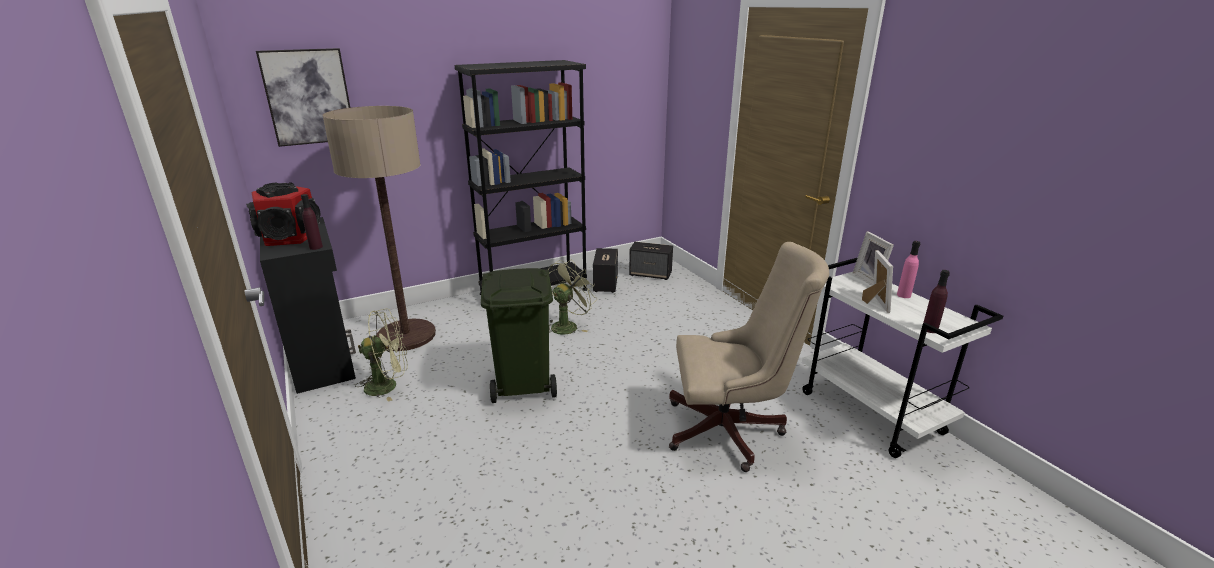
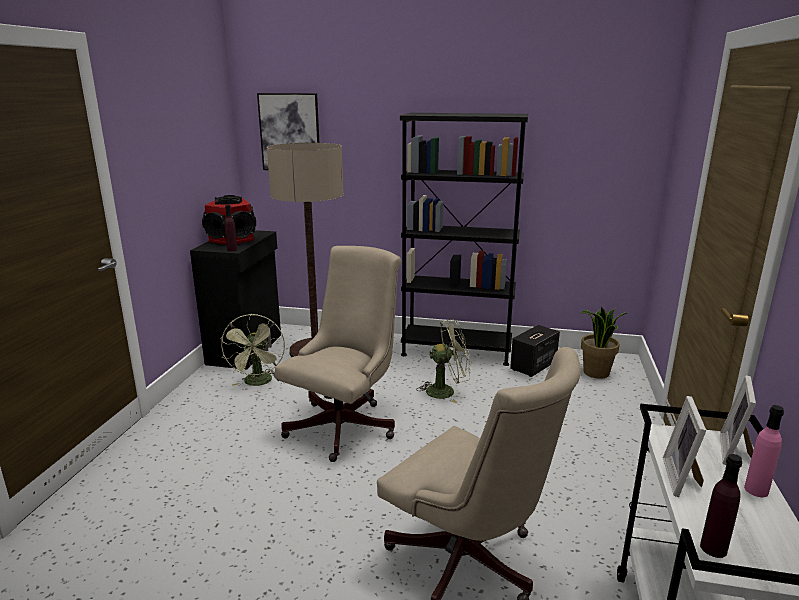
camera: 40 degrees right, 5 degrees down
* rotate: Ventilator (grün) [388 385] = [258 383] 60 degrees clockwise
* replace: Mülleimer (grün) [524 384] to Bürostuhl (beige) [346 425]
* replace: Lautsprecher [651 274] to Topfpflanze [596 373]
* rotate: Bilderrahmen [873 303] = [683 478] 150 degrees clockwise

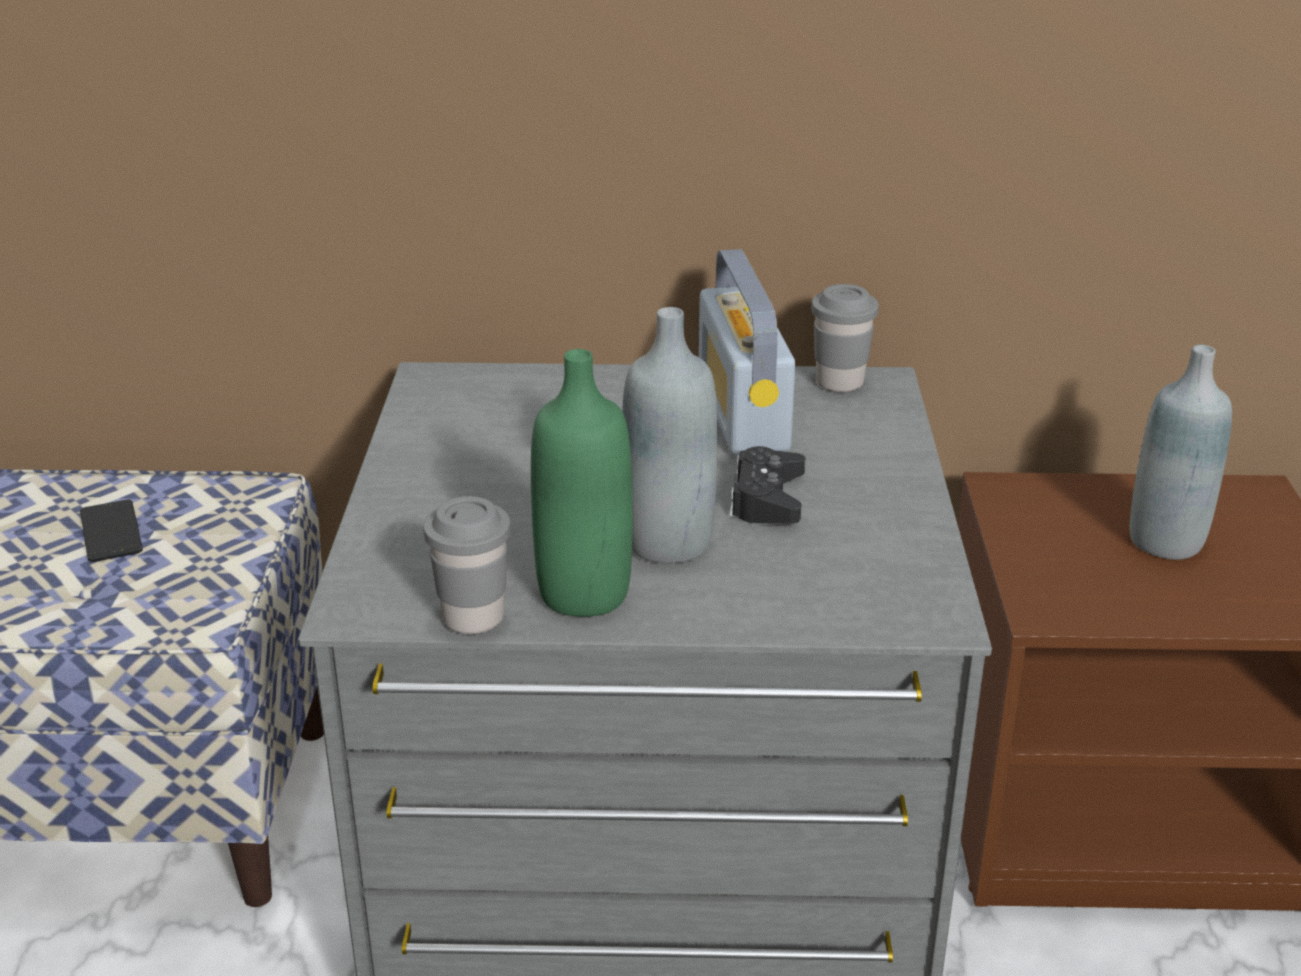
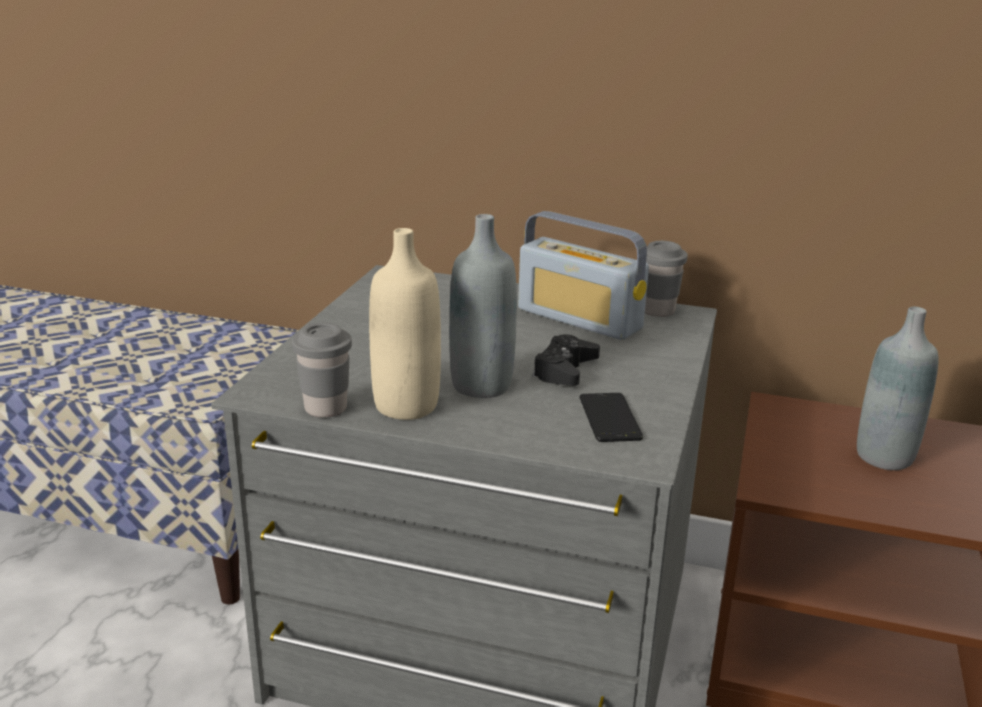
camera: 15 degrees right, 5 degrees down
* move: Handy [111 532] to [609 418]
* recolor: Flasche (grün) [584 593] to Flasche (beige) [406 406]
* rotate: Radio [742 412] = [579 319] 60 degrees counterclockwise

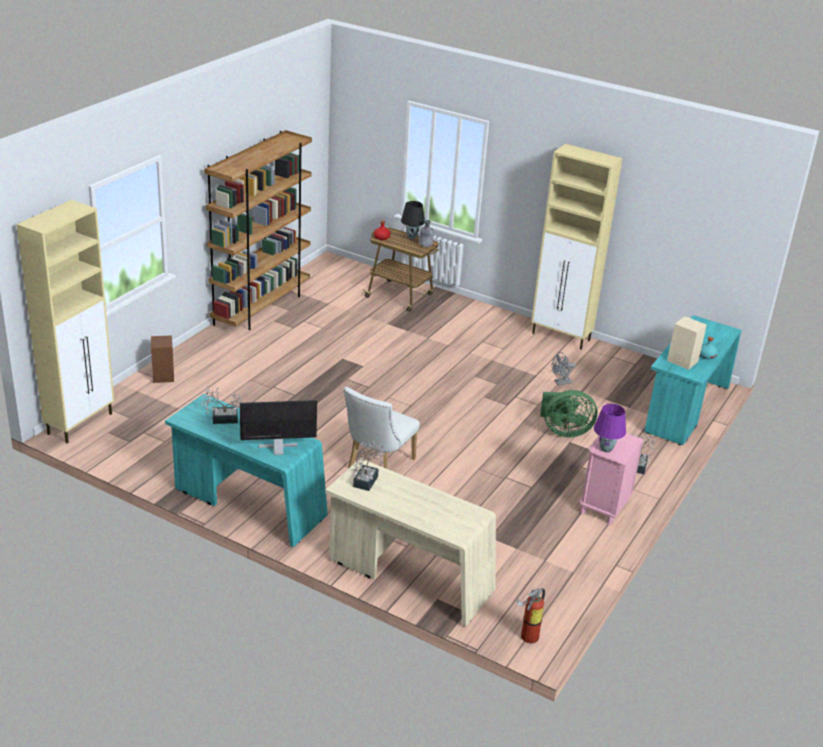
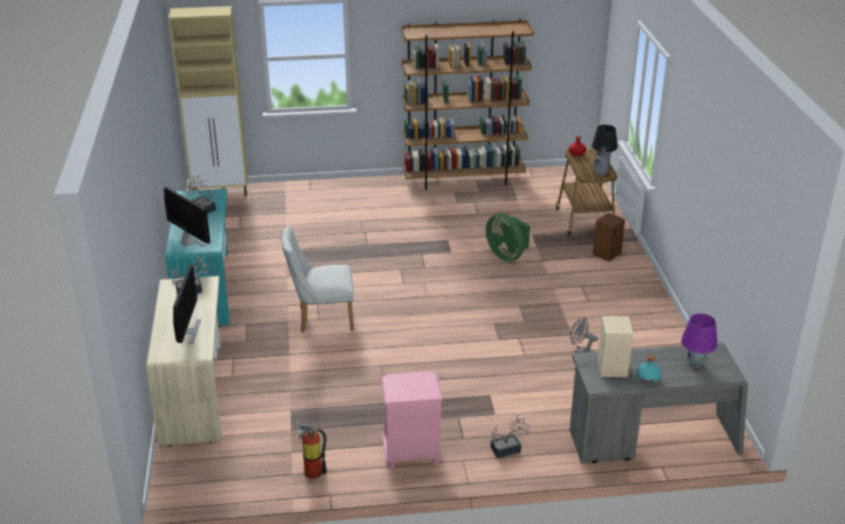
camera: 55 degrees right, 0 degrees up
* move: Lautsprecher (braun) [163 375] to [607 253]
* move: Feuerlöscher [527 637] to [311 471]
* delete: Schrank (beige) [561 337]
* move: Ventilator (grün) [564 431] to [507 255]
* move: Tischlampe (lila) [606 449] to [695 363]
* recolor: Schreibtisch (türkis) [684 409] to Schreibtisch (grau) [652 441]
* insert: Monitor [188 331]

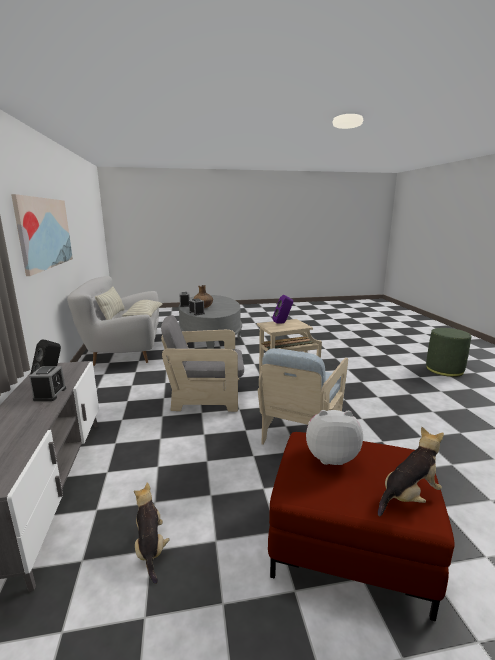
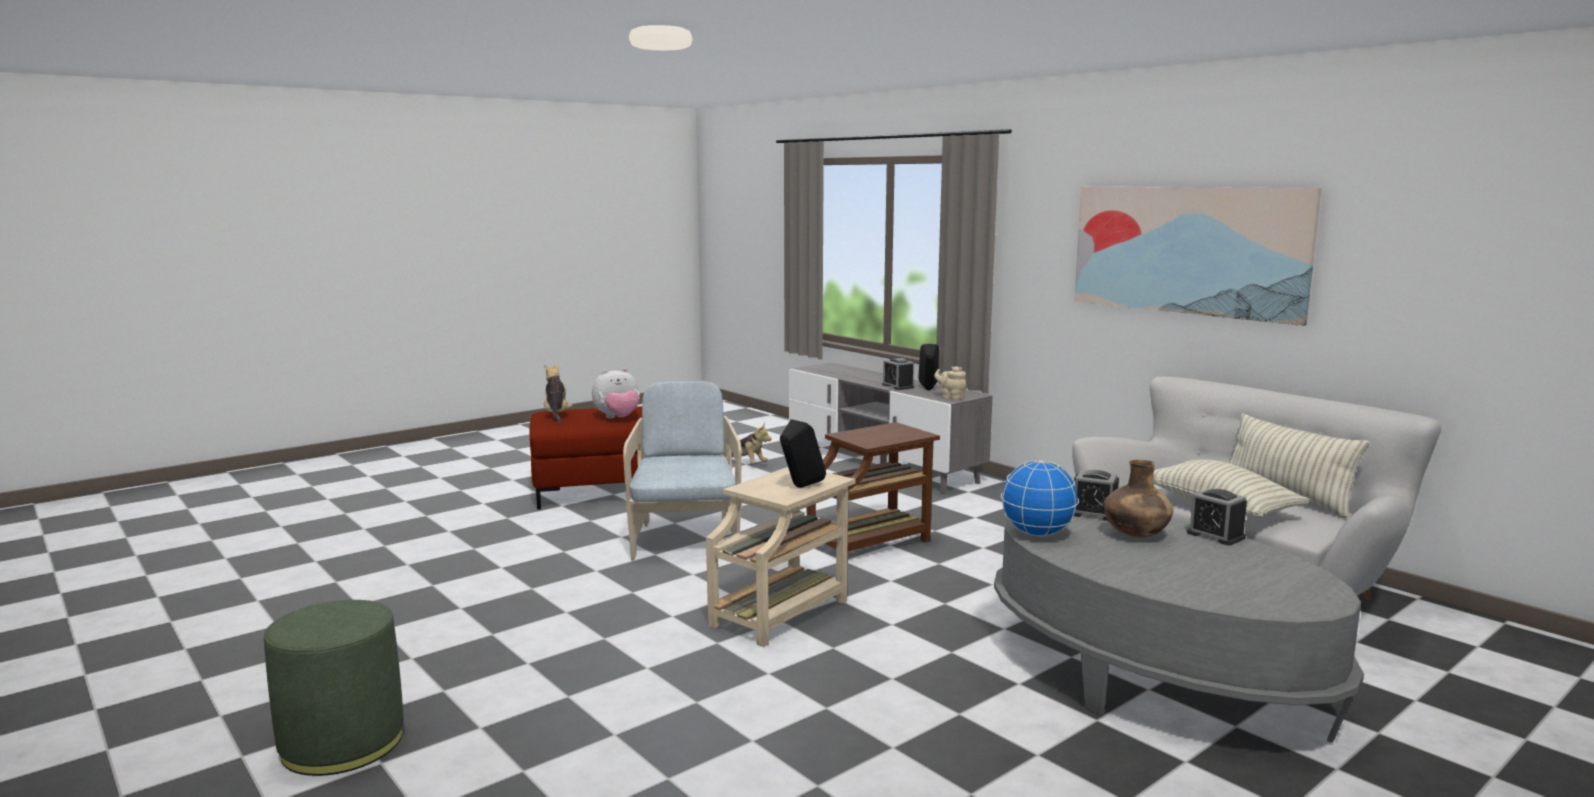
camera: 150 degrees right, 5 degrees down
* replace: Sessel (grau) [206 398] to Beistelltisch (braun) [871 543]
* recolor: Lautsprecher (lila) [282 323] to Lautsprecher (schwarz) [800 487]
* rotate: Plüschtier [408 496] = [556 415] 135 degrees clockwise
* insert: Teekanne (beige) [951 397]
* insert: Globus [1037 534]

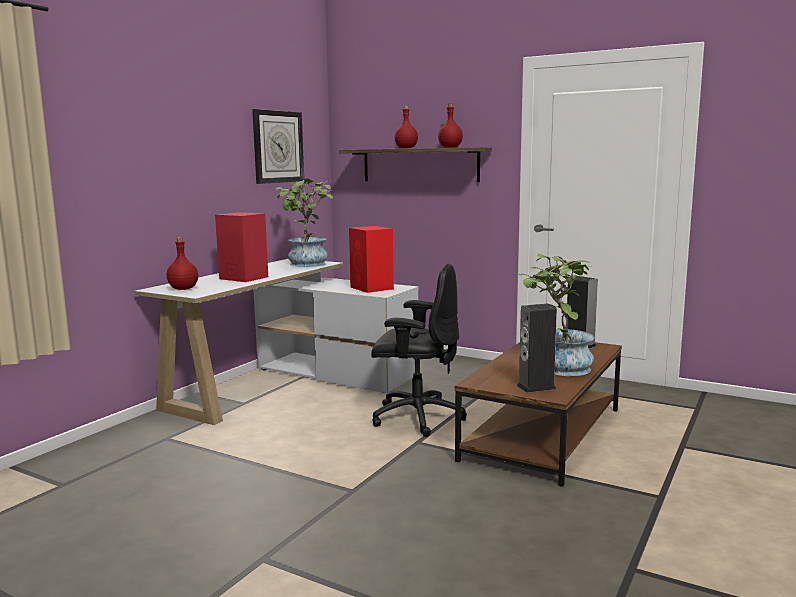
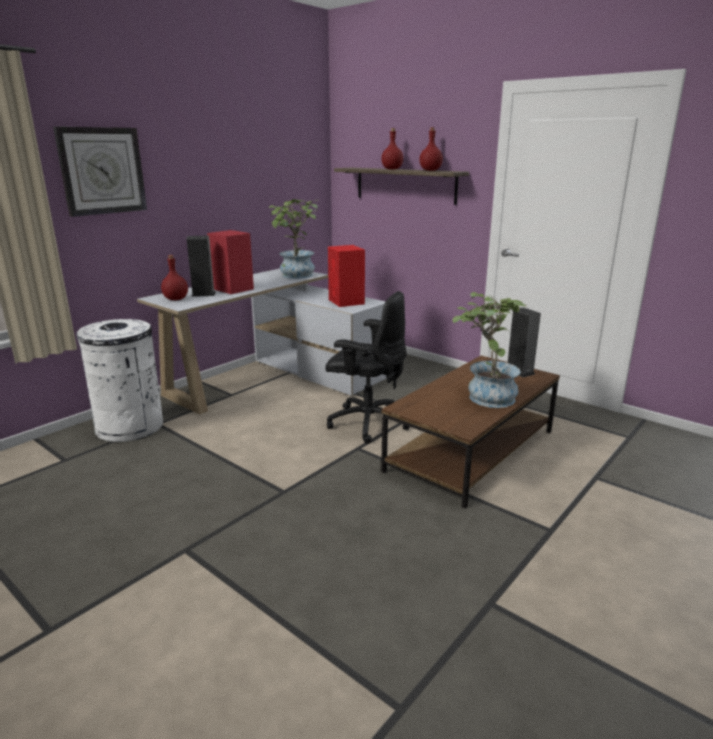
camera: 10 degrees right, 10 degrees up
* move: Wanduhr [278 147] to [102 171]
* move: Lautsprecher [536 387] to [203 294]
* insert: Mülleimer (weiß) [130 427]

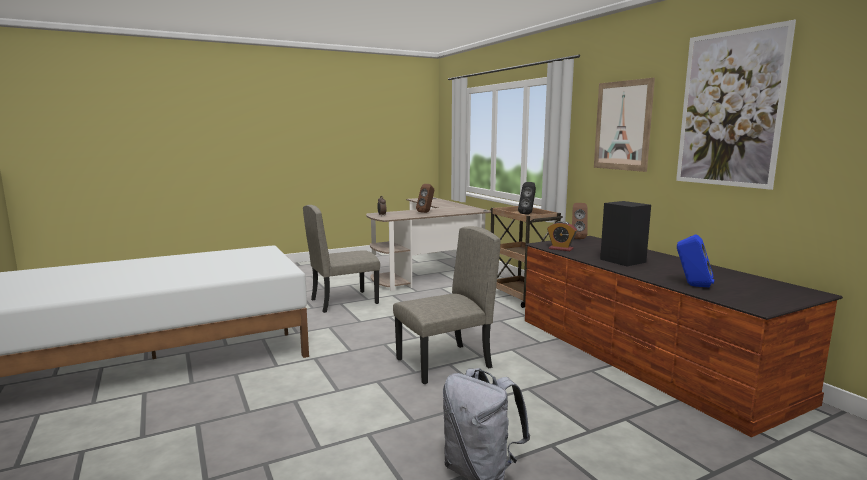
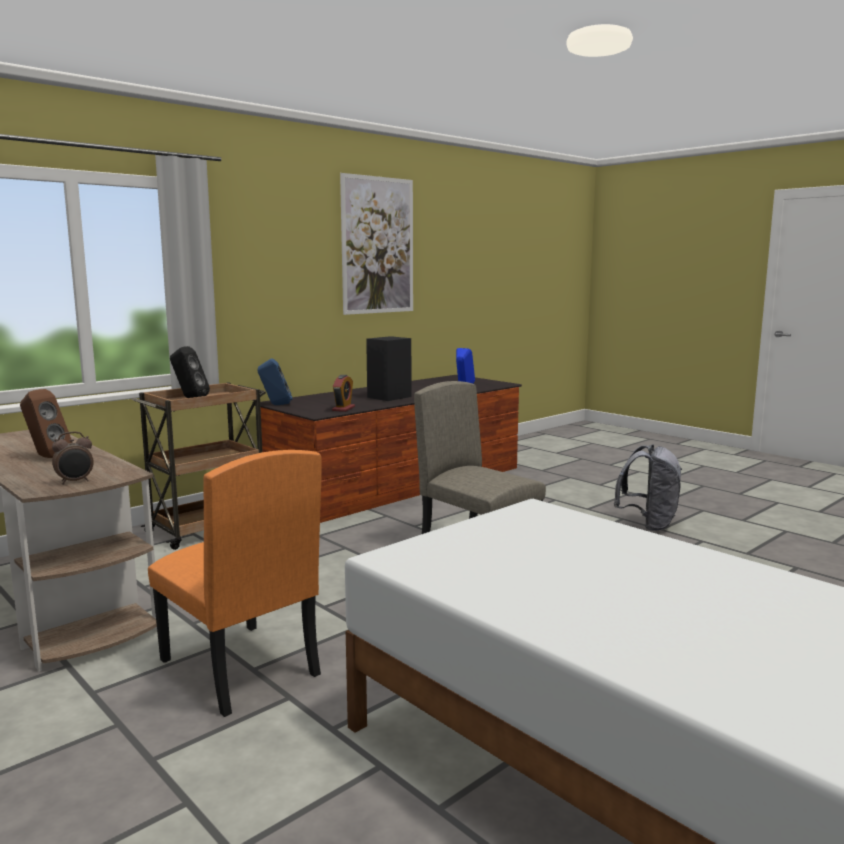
camera: 105 degrees left, 0 degrees up
* recolor: Stuhl (beige) [344 301] to Stuhl (orange) [238 668]
* recolor: Lautsprecher (braun) [578 238] to Lautsprecher (blau) [275 405]
* delete: Bild [622 125]

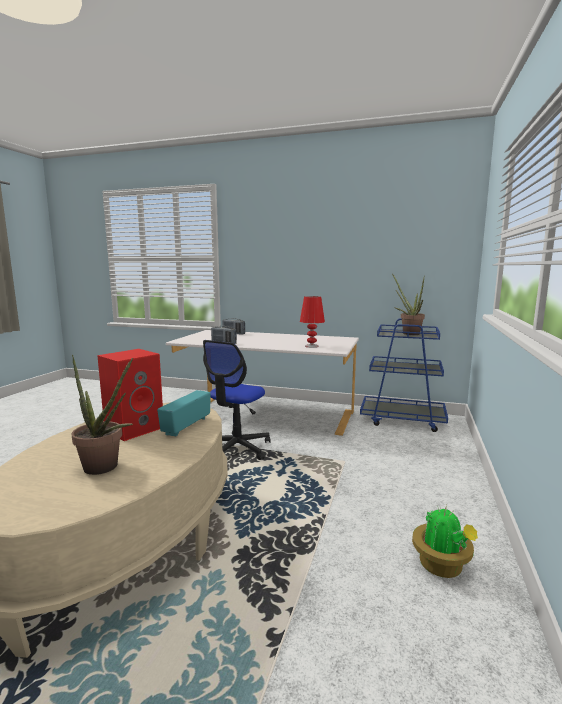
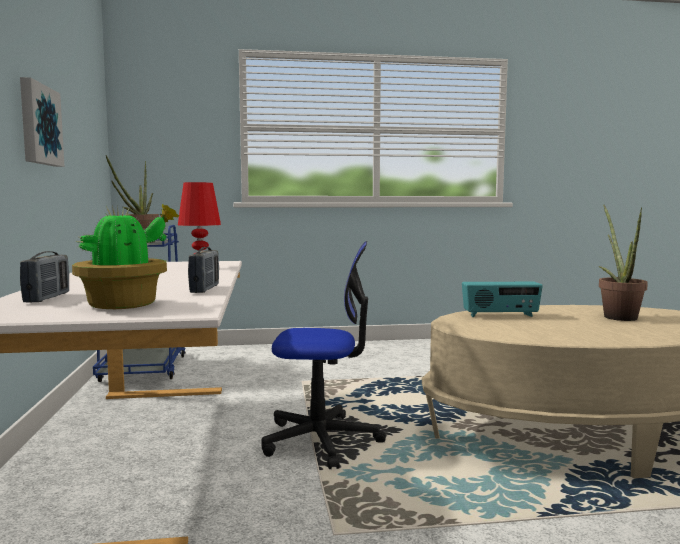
camera: 115 degrees left, 5 degrees down
* delete: Lautsprecher (rot) [135 428]
* move: Topfpflanze [441 566] to [126 305]
* insert: Bild [38 125]

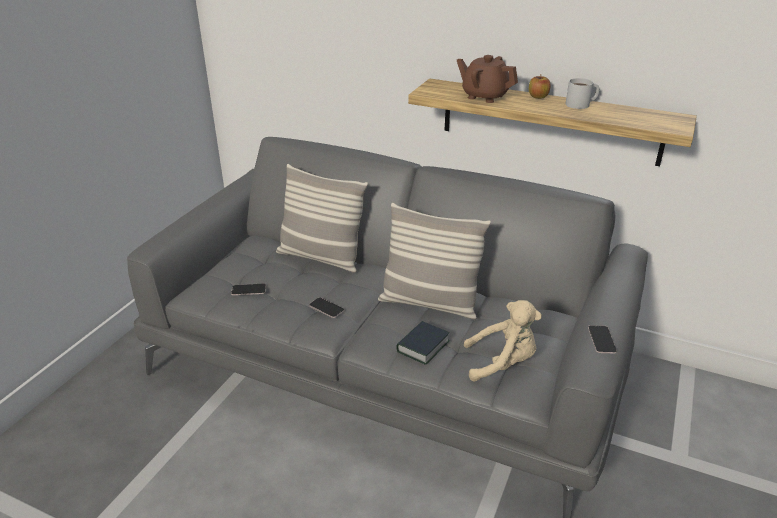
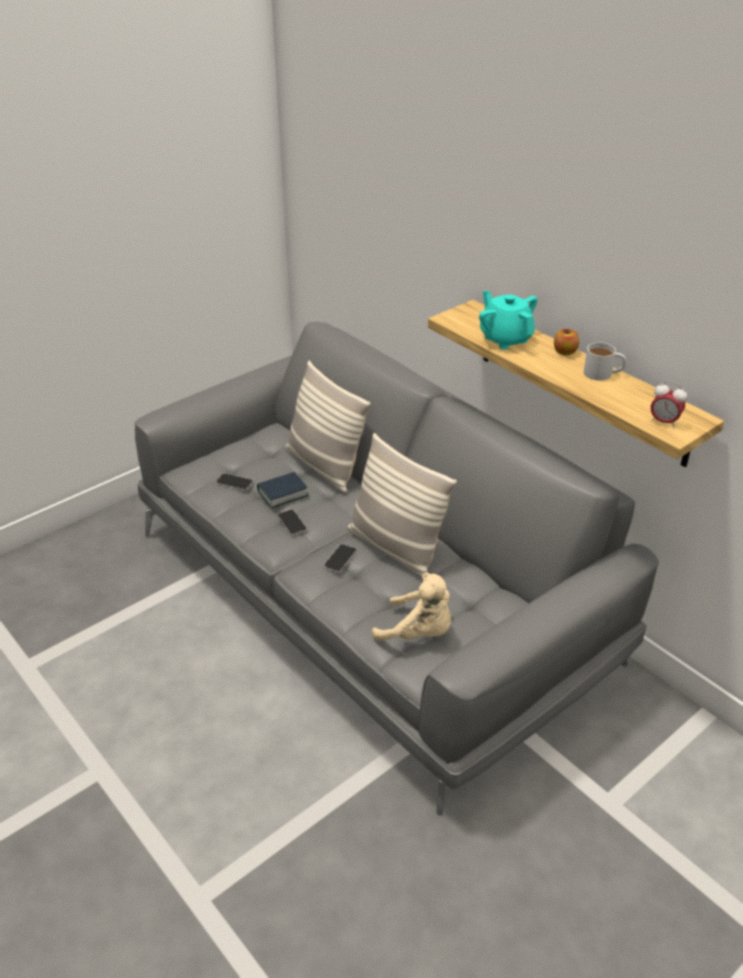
camera: 25 degrees right, 5 degrees up
* move: Buch [422 346] to [282 494]
* recolor: Teekanne (braun) [484 96] to Teekanne (türkis) [505 339]
* move: Handy [601 339] to [340 558]
* insert: Wecker [663 422]

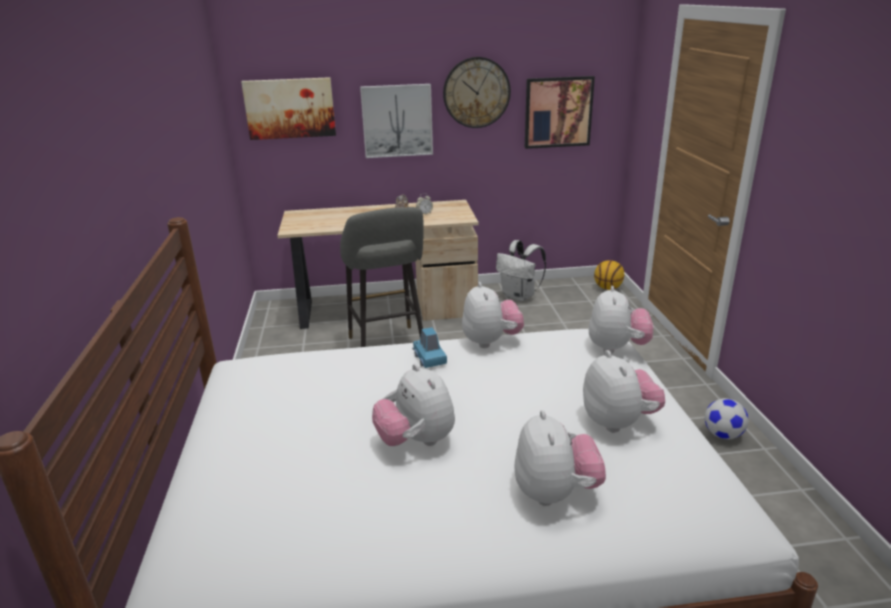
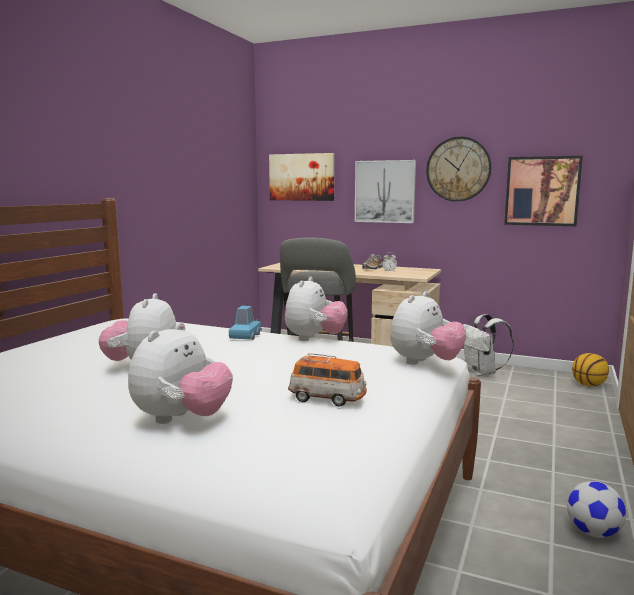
camera: 30 degrees right, 15 degrees down
* replace: Plüschtier [618 422] to Spielzeugauto [327 398]

